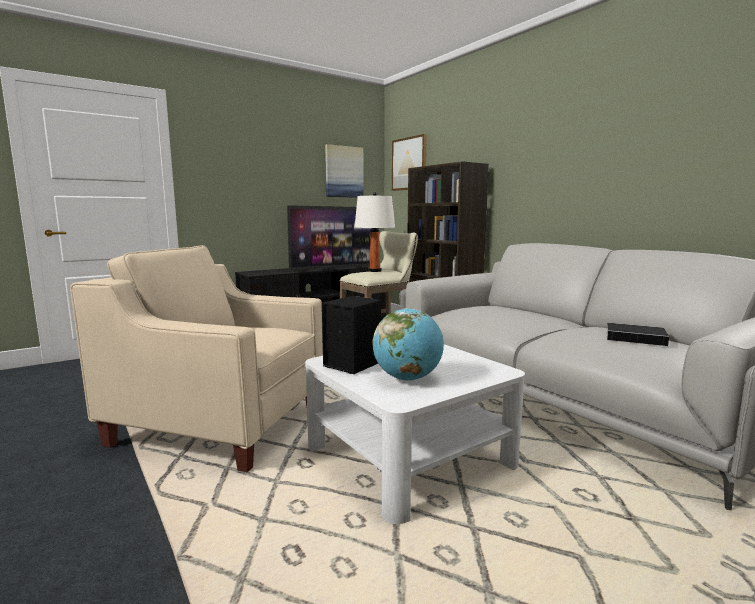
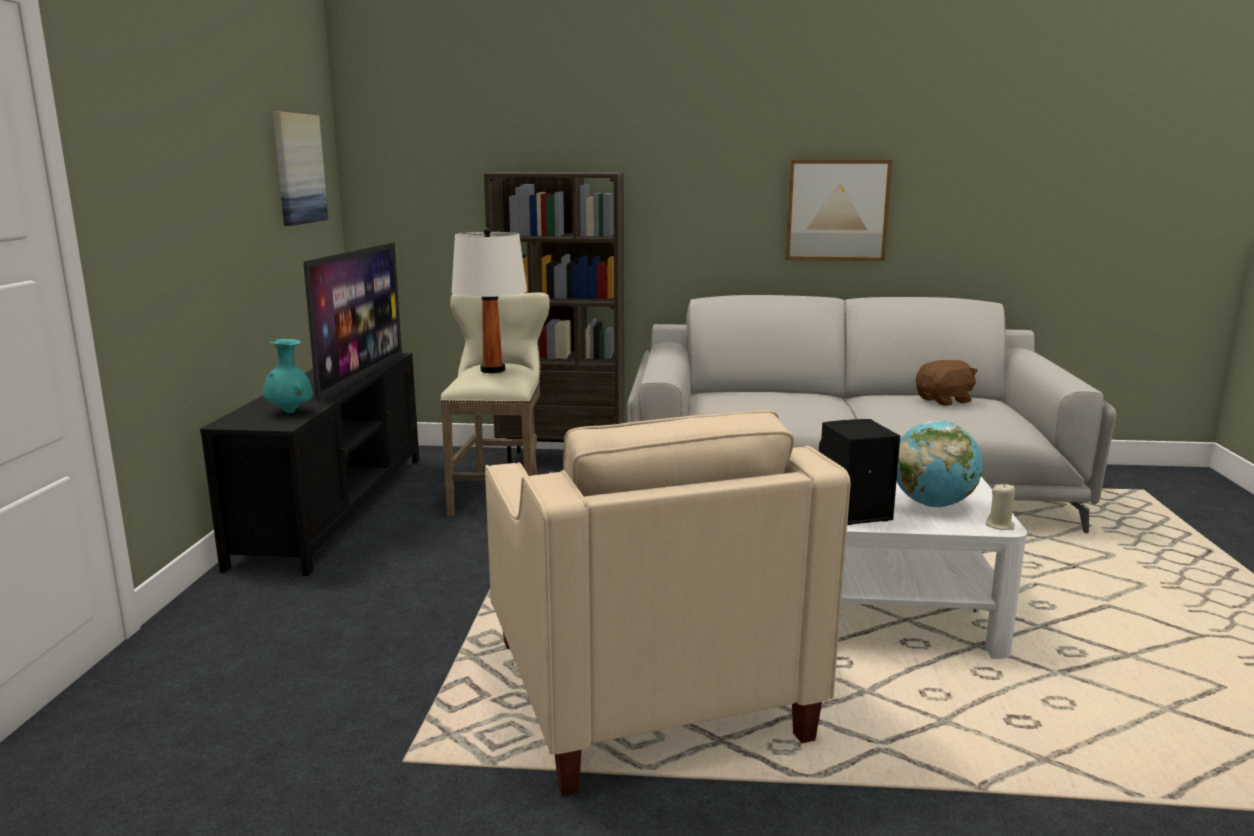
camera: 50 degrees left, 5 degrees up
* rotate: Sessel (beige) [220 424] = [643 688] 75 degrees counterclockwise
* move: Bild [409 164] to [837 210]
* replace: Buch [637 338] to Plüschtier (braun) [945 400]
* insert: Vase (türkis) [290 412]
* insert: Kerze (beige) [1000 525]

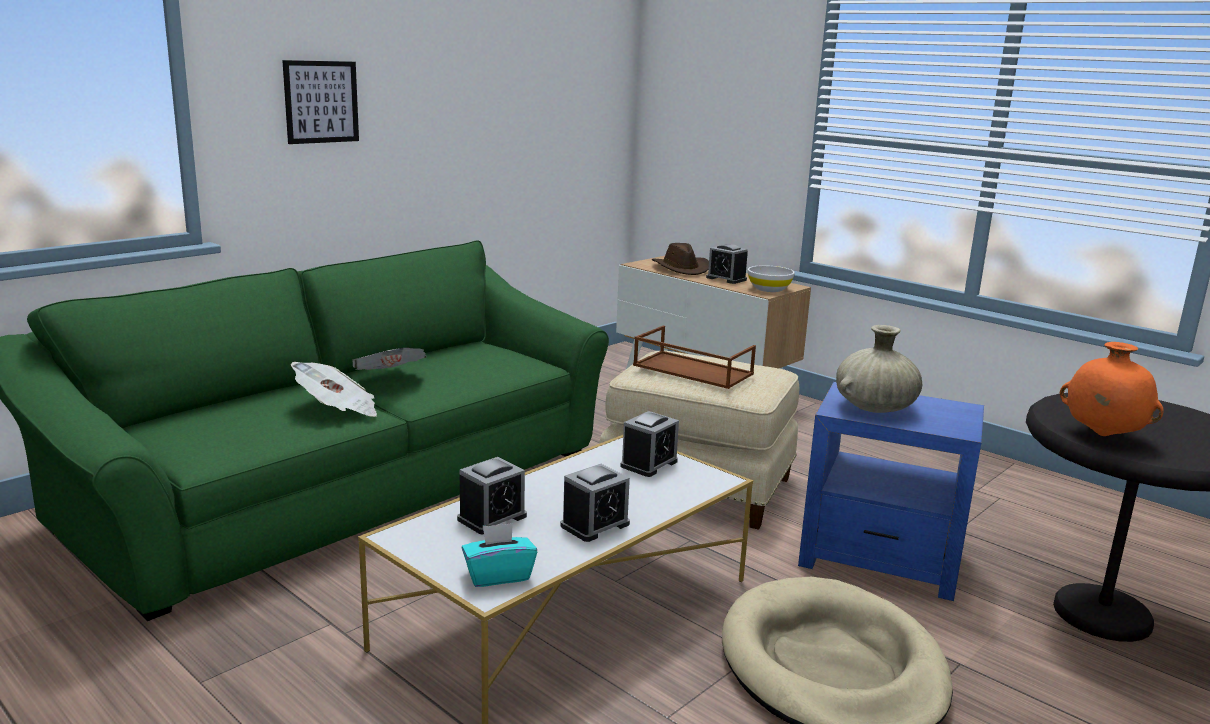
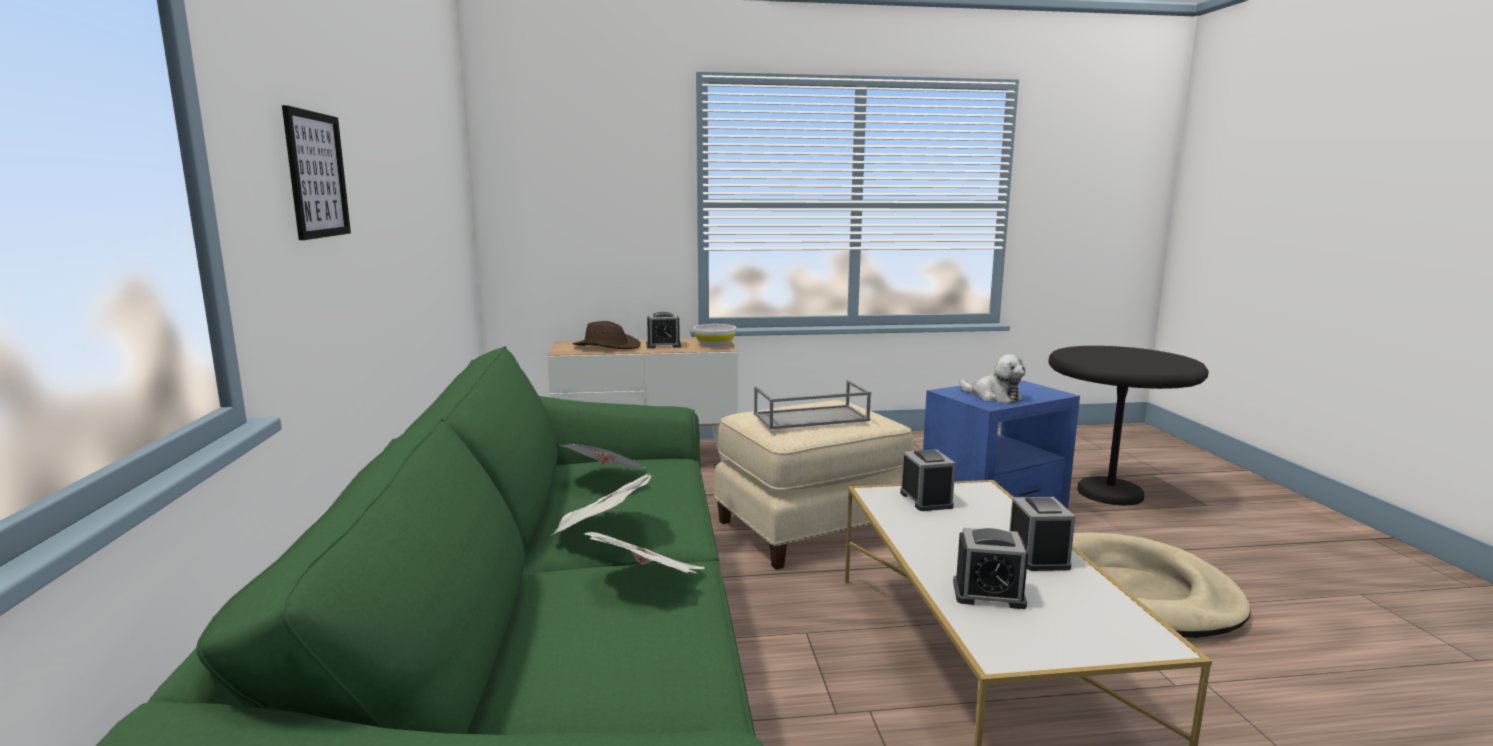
camera: 50 degrees left, 5 degrees down
* rotate: Wecker [492 518] = [988 594] 105 degrees clockwise
* delete: Taschentuchbox (türkis) [498 575]
* recolor: Tablett (braun) [691 370] to Tablett (grau) [810 418]
* replace: Vase (beige) [874 408] to Plüschtier [994 397]
* delete: Vase (orange) [1102 435]
* insert: Zeitung [607 479]

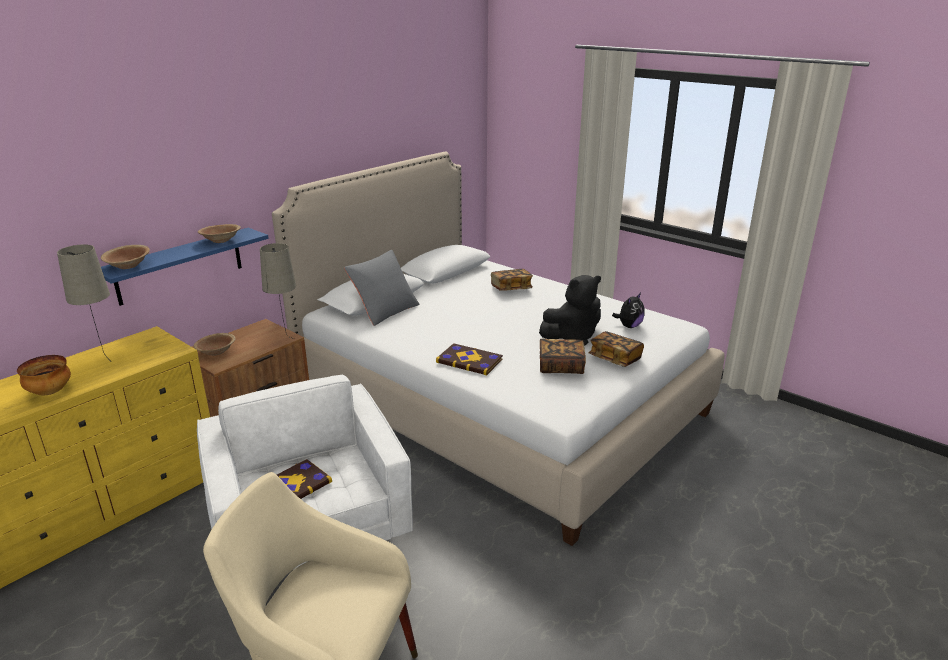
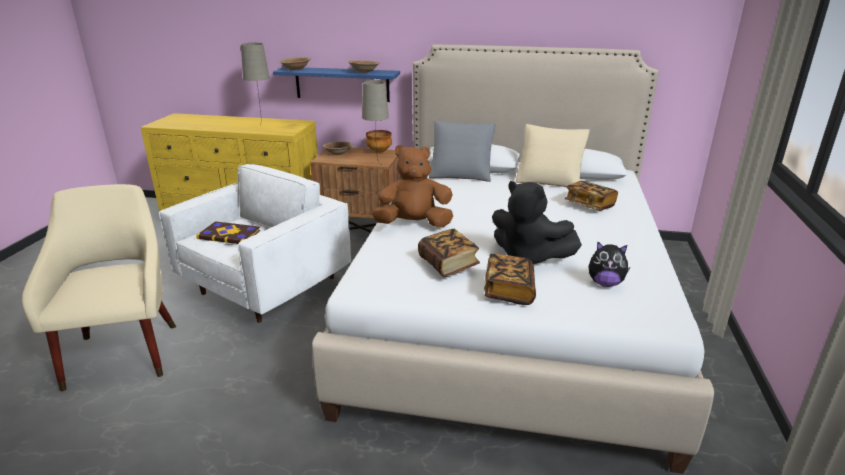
camera: 60 degrees right, 0 degrees up
* move: Schüssel [50 392] to [379 151]
* replace: Buch [469 361] to Plüschtier (braun) [414 224]
* insert: Kissen (beige) [549 180]

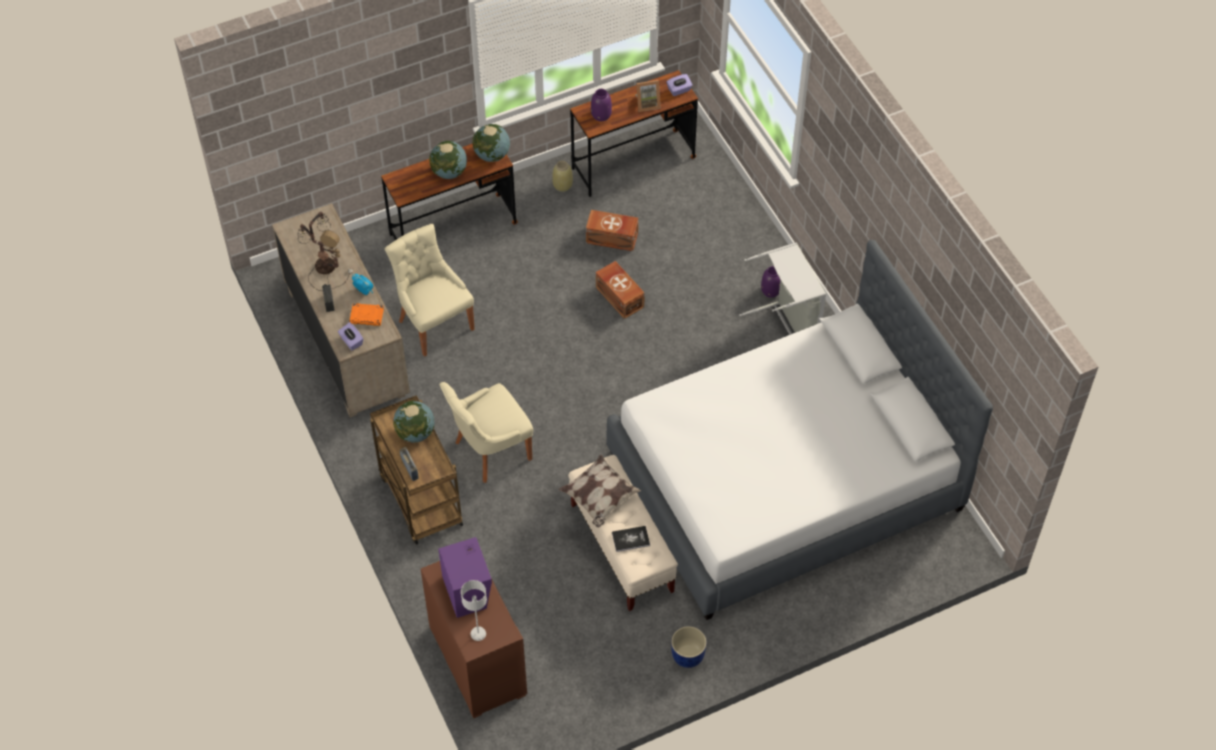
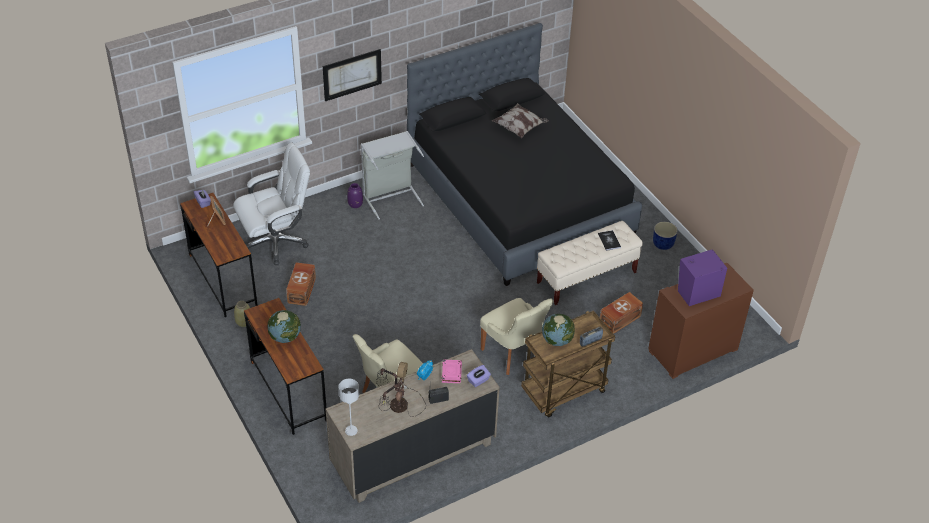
camera: 95 degrees left, 10 degrees down
* recolor: Buch (orange) [367 316] to Buch (rosa) [451 372]
* move: Tischlampe (grau) [478 633] to [351 430]
* delete: Globus [492 155]
* move: Kissen [599 498] to [519 128]
* delete: Vase (lila) [601 115]
* move: Aufbewahrungsbox (braun) [619 296] to [619 319]
* recolor: Bett (weiß) [785 480] to Bett (schwarz) [519 198]
* insert: Bürostuhl (weiß) [276 242]
* insert: Bild [352 74]

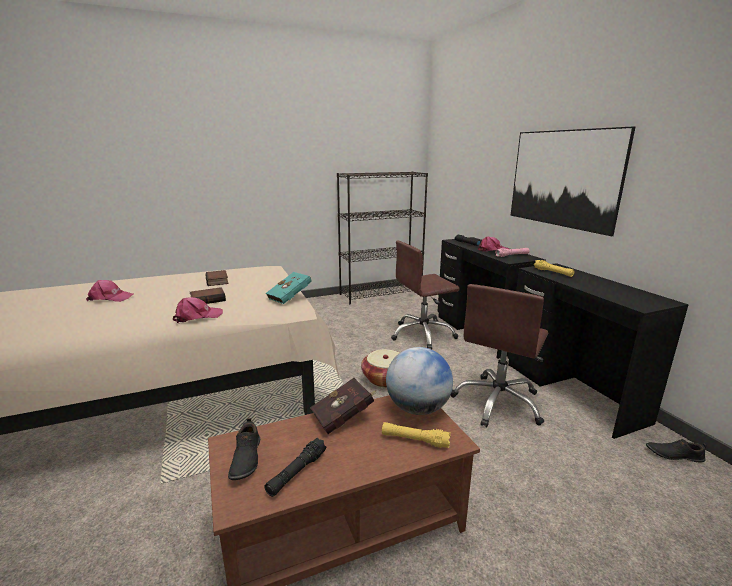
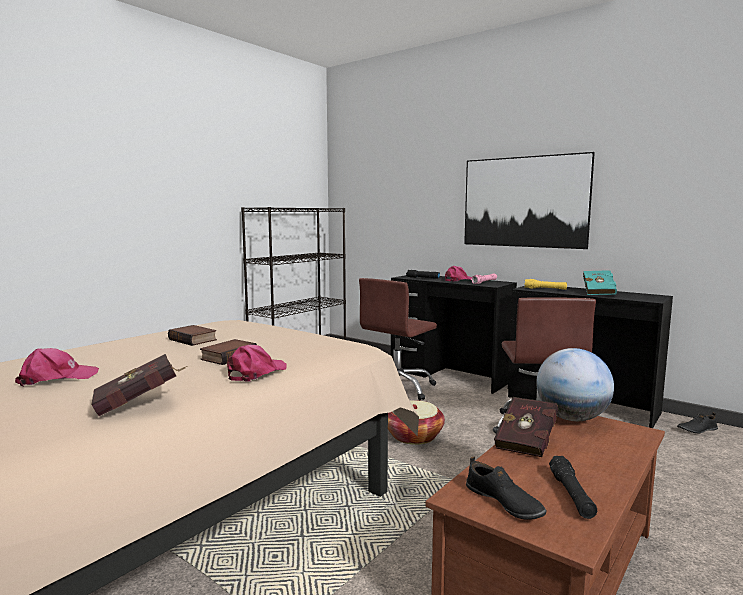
camera: 30 degrees left, 10 degrees down
* move: Buch (türkis) [291 297] to [598 292]
* delete: Taschenlampe (gelb) [415 440]
* insert: Buch (rot) [140 404]

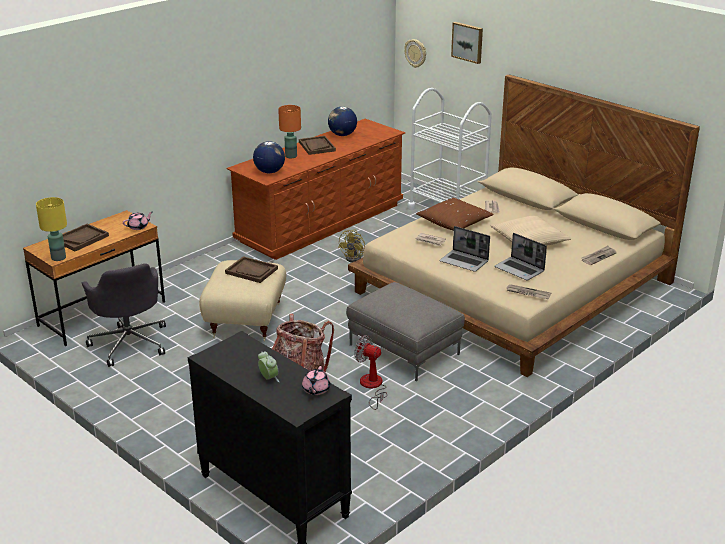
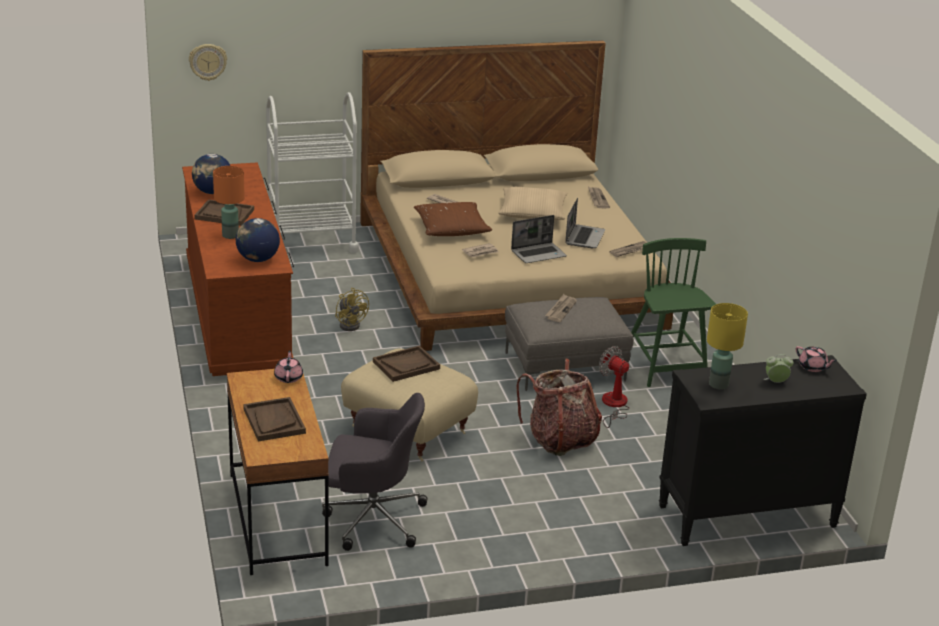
camera: 60 degrees left, 0 degrees up
* move: Tischlampe (gelb) [58 258] to [718 385]
* rotate: Ventilator [372 387] = [613 405] 75 degrees clockwise
* delete: Bild [468 42]
* rotate: Laptop [520 269] = [584 237] 60 degrees counterclockwise
* insert: Zeitung [560 309]
* insert: Stuhl (grün) [665 365]

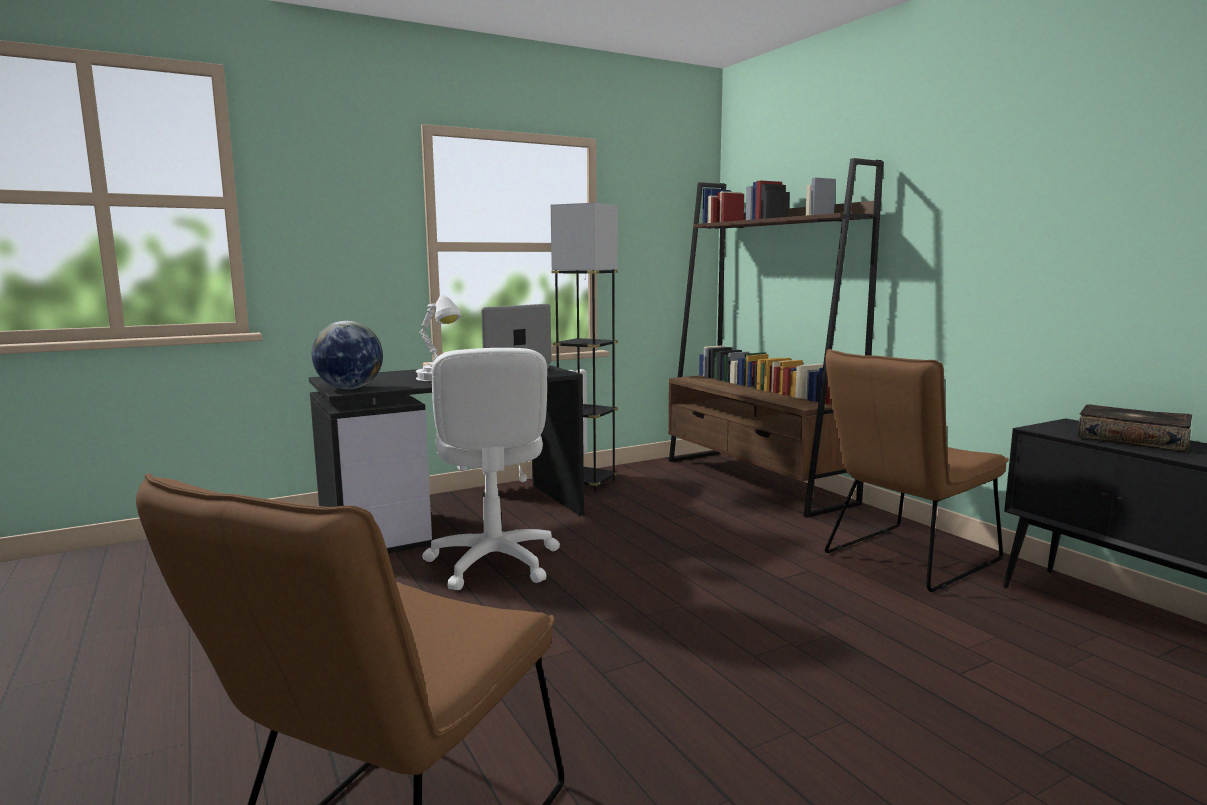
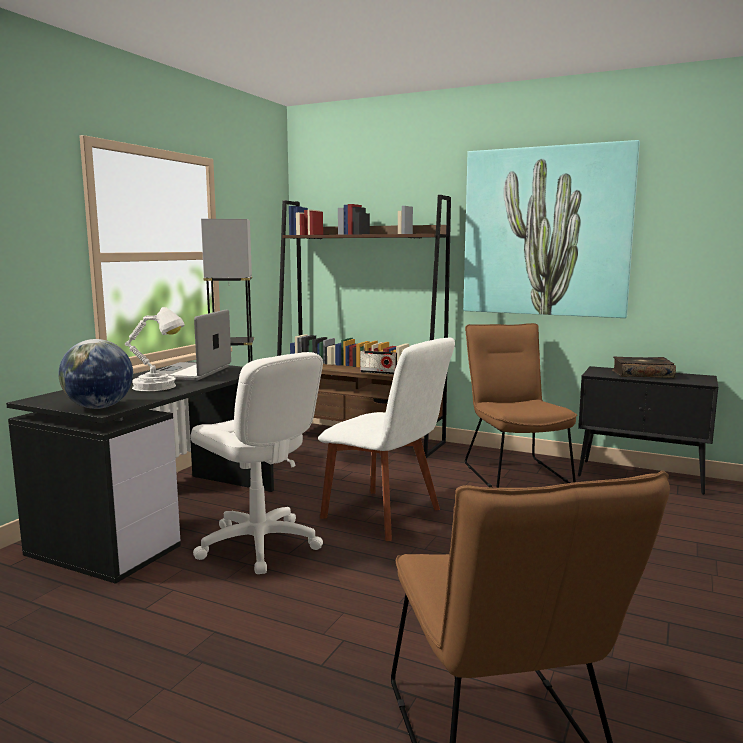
camera: 35 degrees left, 0 degrees up
* rotate: Stuhl (braun) [904 559] = [513 472] 150 degrees clockwise
* insert: Stuhl (weiß) [386 515]
* insert: Radio [378 372]
* insert: Bild [546 232]

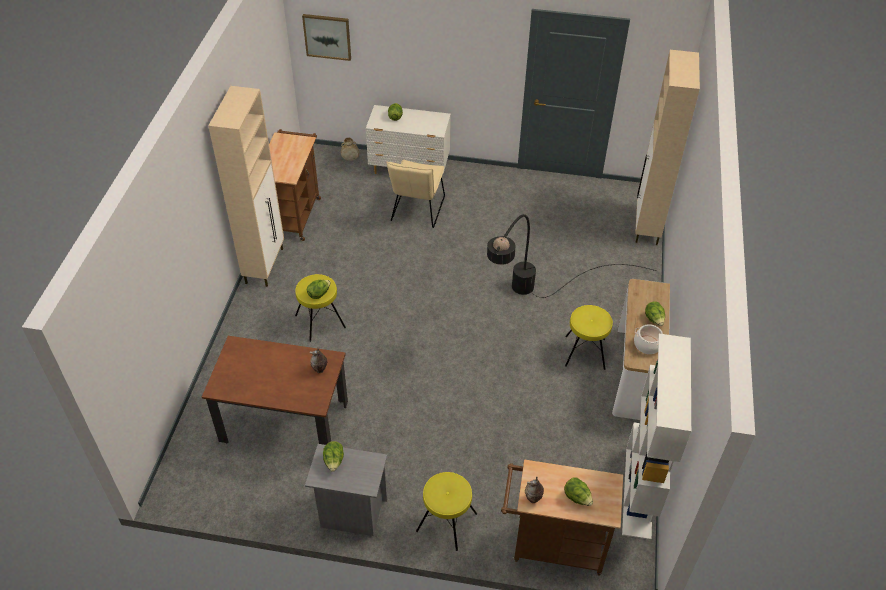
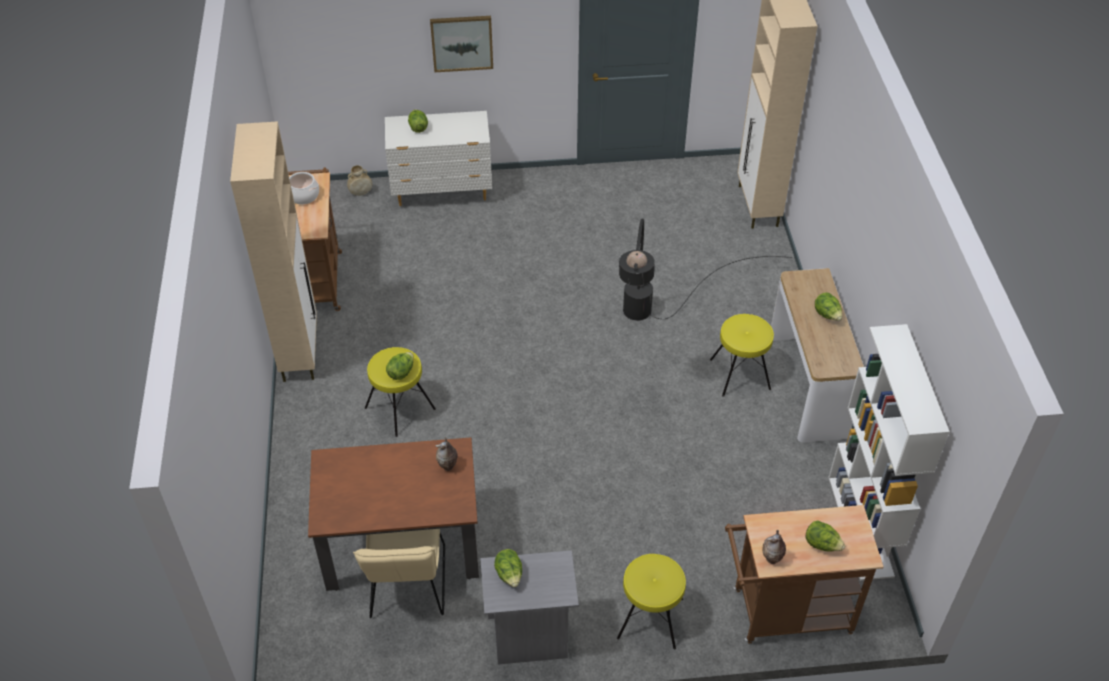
camera: 15 degrees left, 0 degrees up
* move: Bild [327 36] to [462 43]
* move: Stuhl (beige) [416 211] to [407 588]
* move: Kochtopf [647 345] to [304 195]

